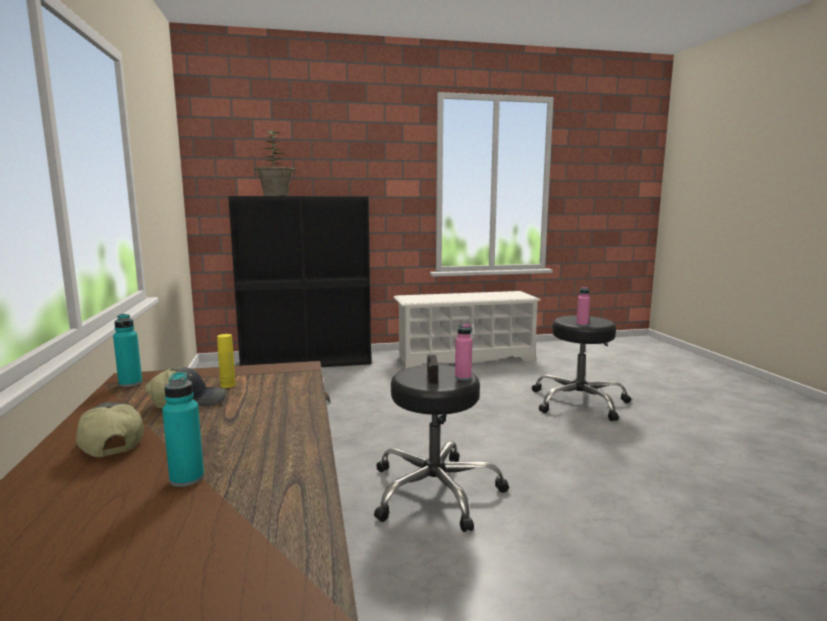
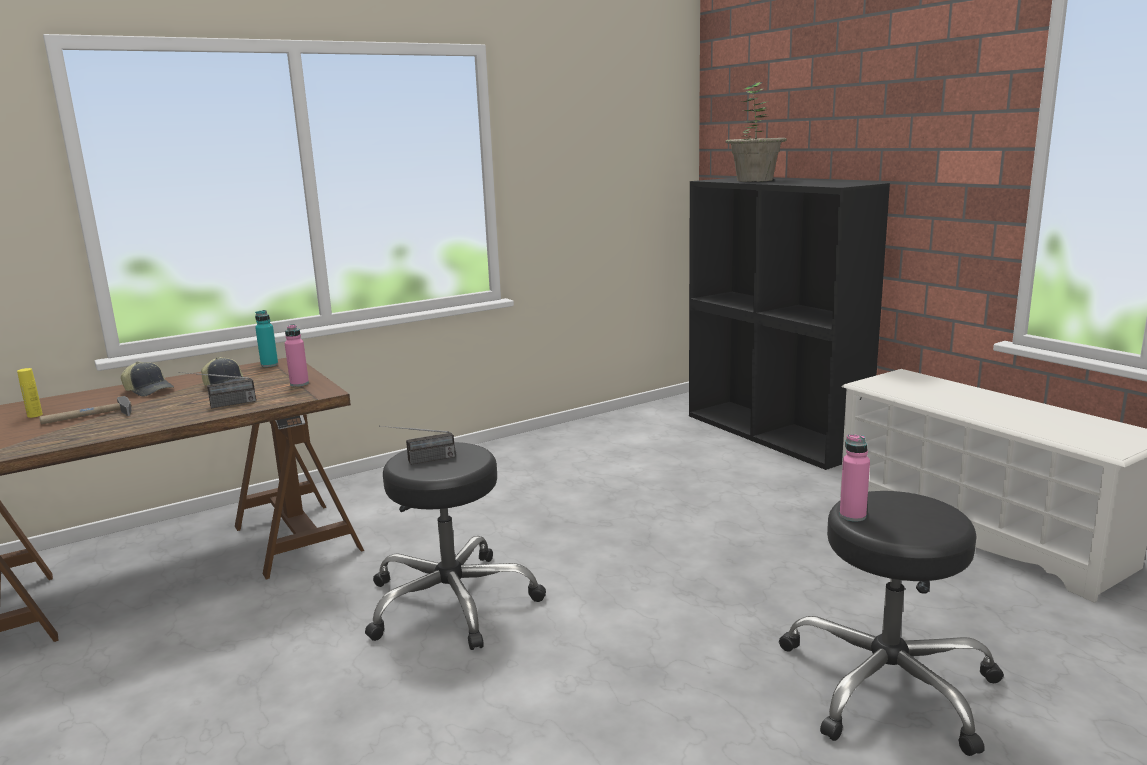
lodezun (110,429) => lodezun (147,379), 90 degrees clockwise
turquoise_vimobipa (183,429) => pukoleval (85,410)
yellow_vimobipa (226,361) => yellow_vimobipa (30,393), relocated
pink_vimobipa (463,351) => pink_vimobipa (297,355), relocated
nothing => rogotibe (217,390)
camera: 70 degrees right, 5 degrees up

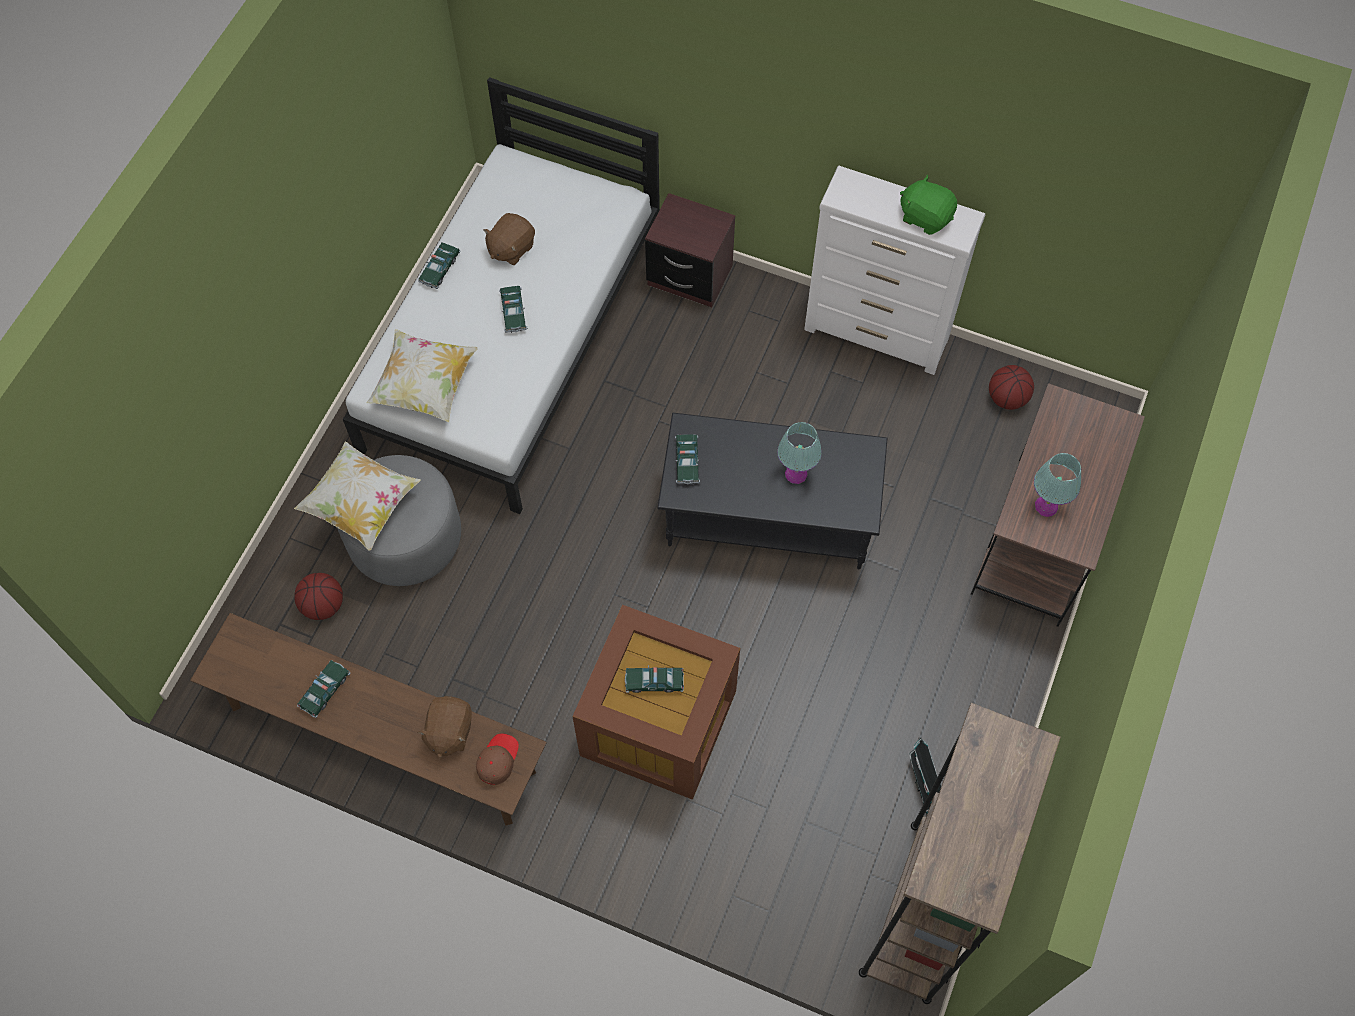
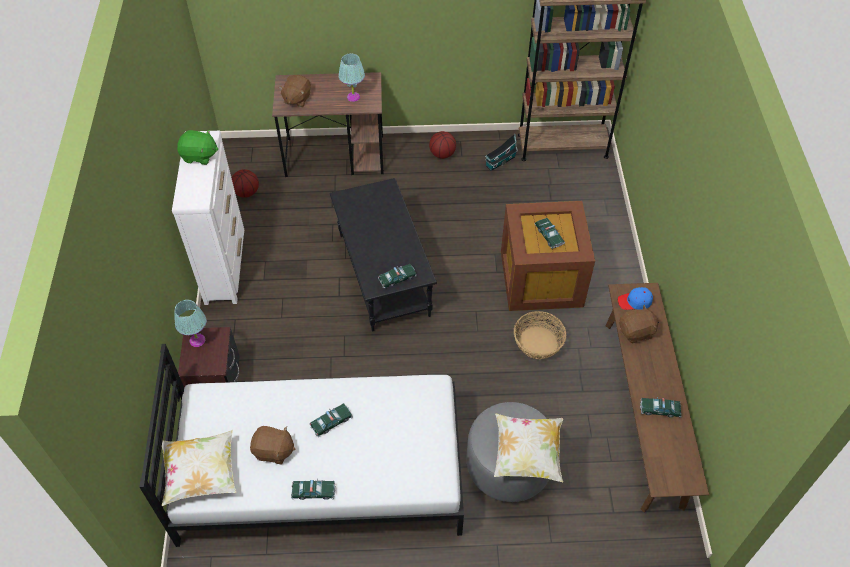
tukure (319,596) => tukure (442,145), relocated
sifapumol (422,375) => sifapumol (199,468), relocated
brown_lodezun (497,759) => blue_lodezun (635,298)
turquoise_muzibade (799,453) => turquoise_muzibade (190,323), relocated
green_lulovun (928,205) => green_lulovun (197,147), 90 degrees counterclockwise
nothing => brown_lulovun (295,91)
nothing => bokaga (540,335)
camera: 115 degrees left, 10 degrees down

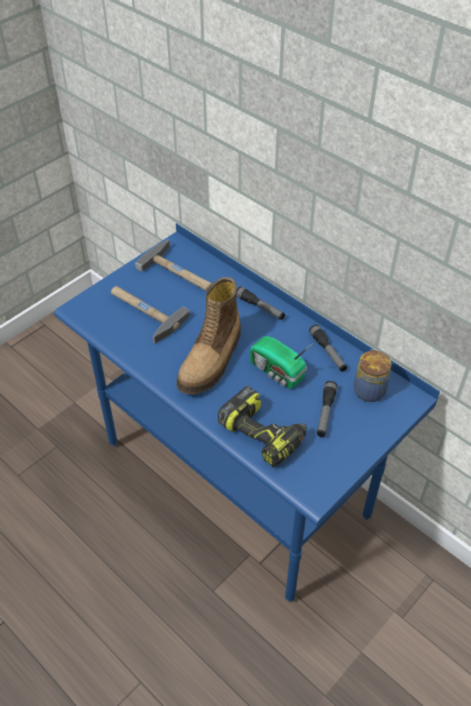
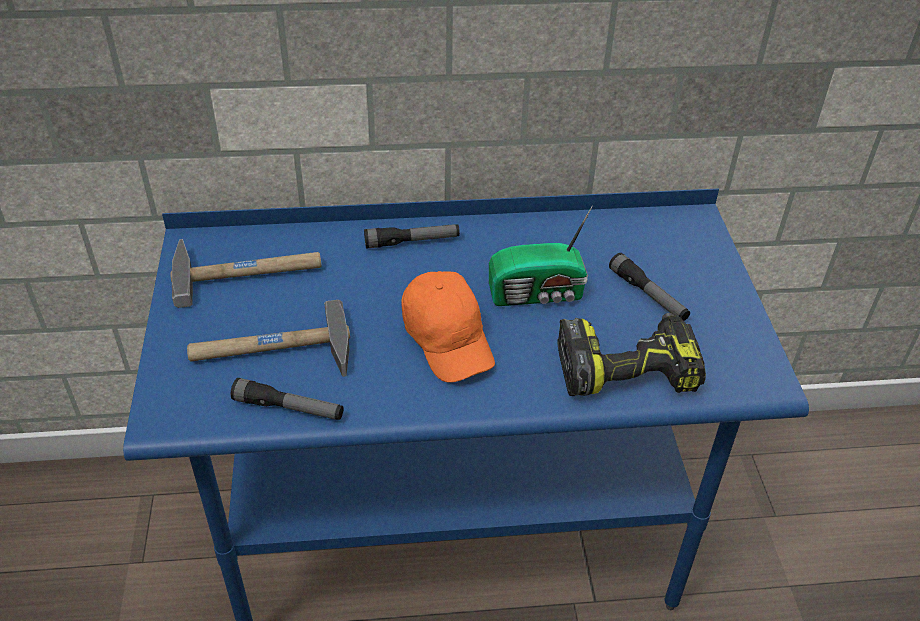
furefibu (208,335) => orange_lodezun (448,327)
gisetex (328,348) => gisetex (287,399), relocated
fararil (372,375) => nothing
camera: 50 degrees left, 5 degrees down

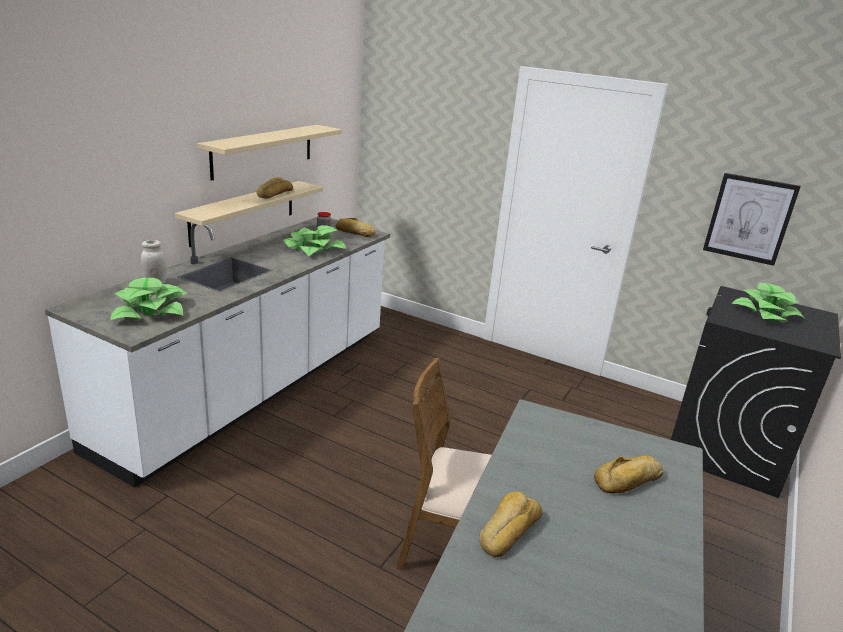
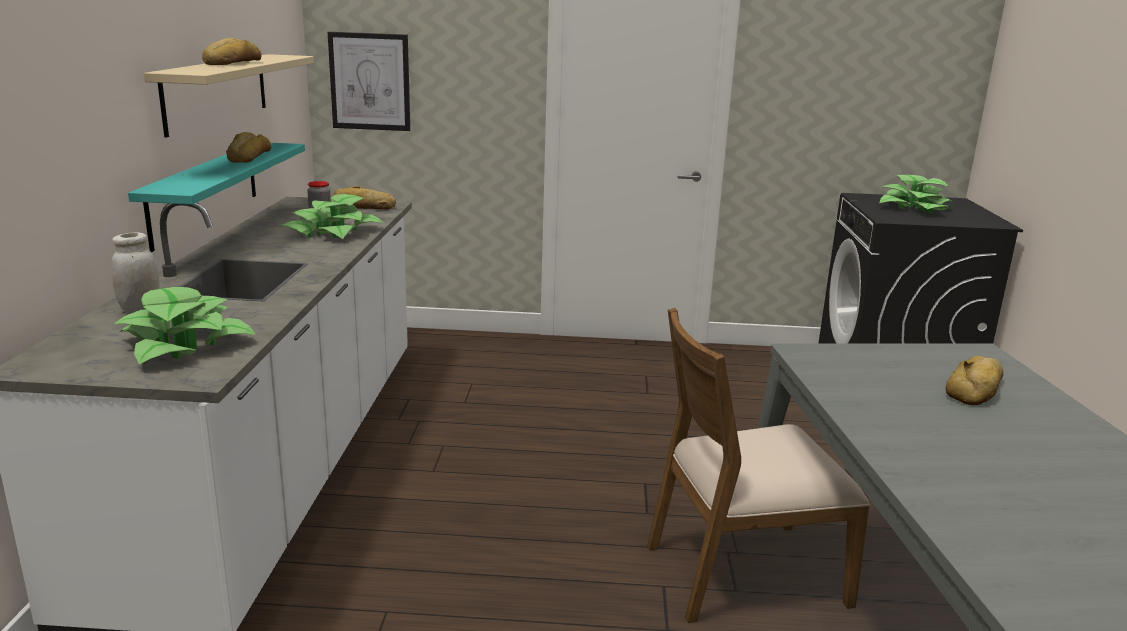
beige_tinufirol (249,214) => turquoise_tinufirol (216,197)
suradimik (511,524) => suradimik (231,51), relocated
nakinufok (752,219) => nakinufok (369,81), relocated
camera: 25 degrees left, 5 degrees down

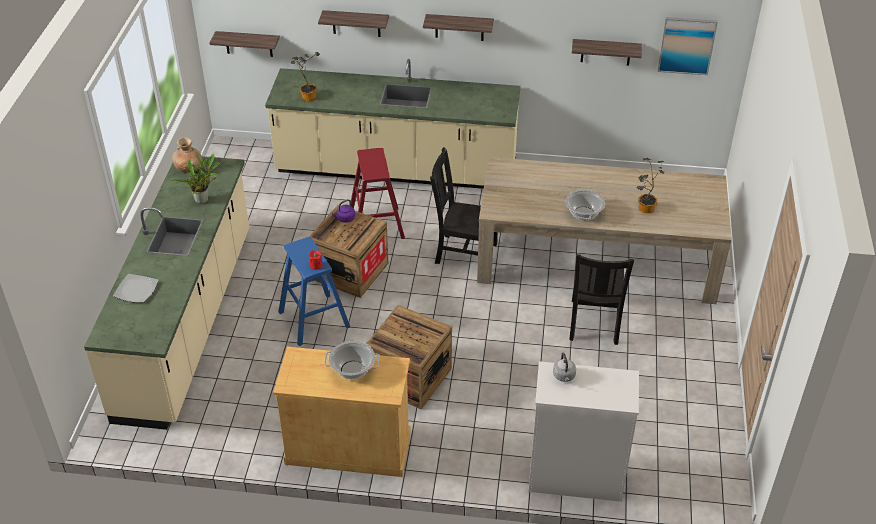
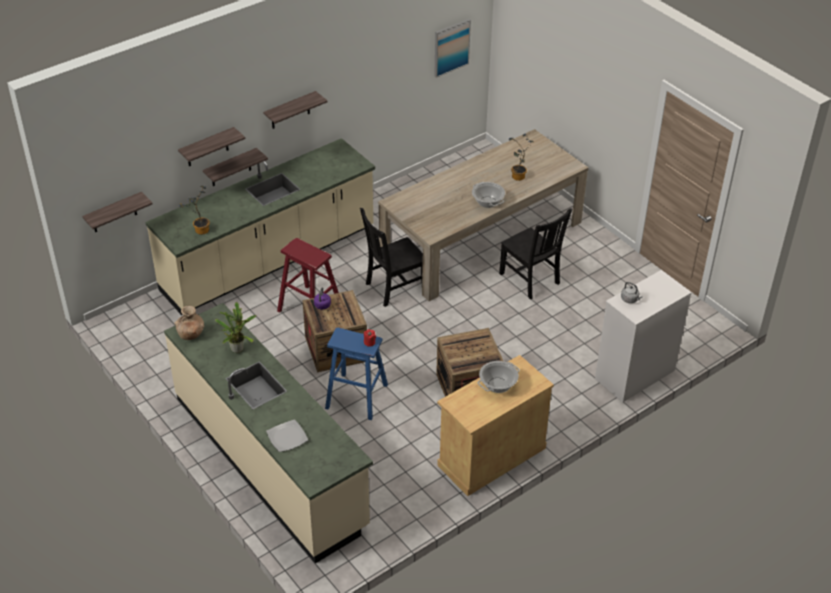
tinufirol (607,52) => tinufirol (235,167), relocated
camera: 45 degrees left, 0 degrees up

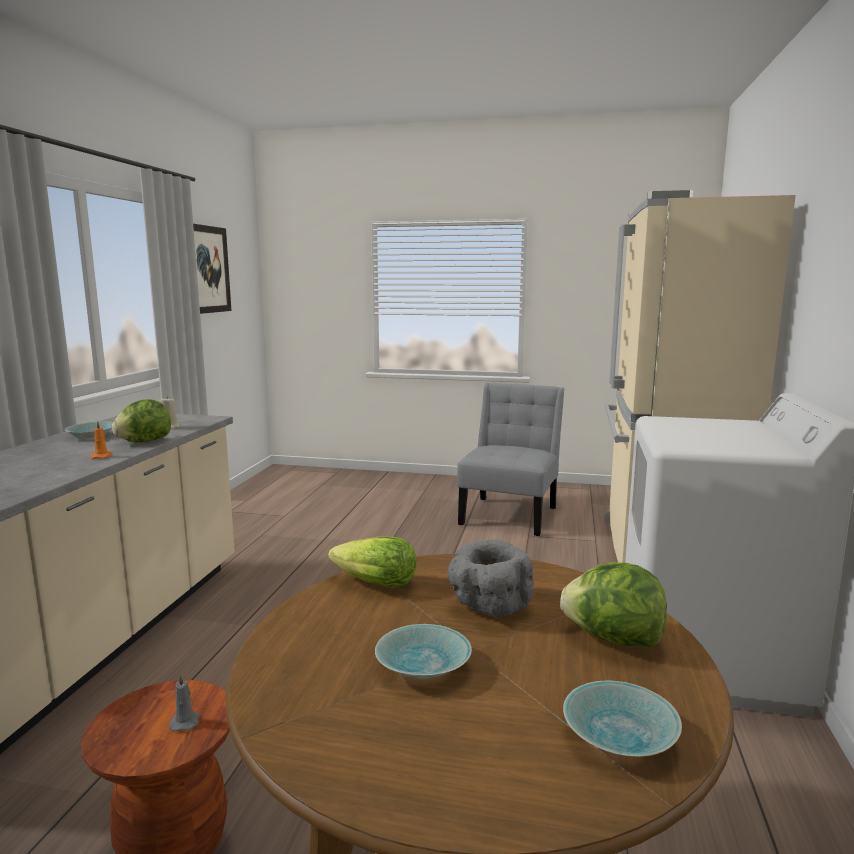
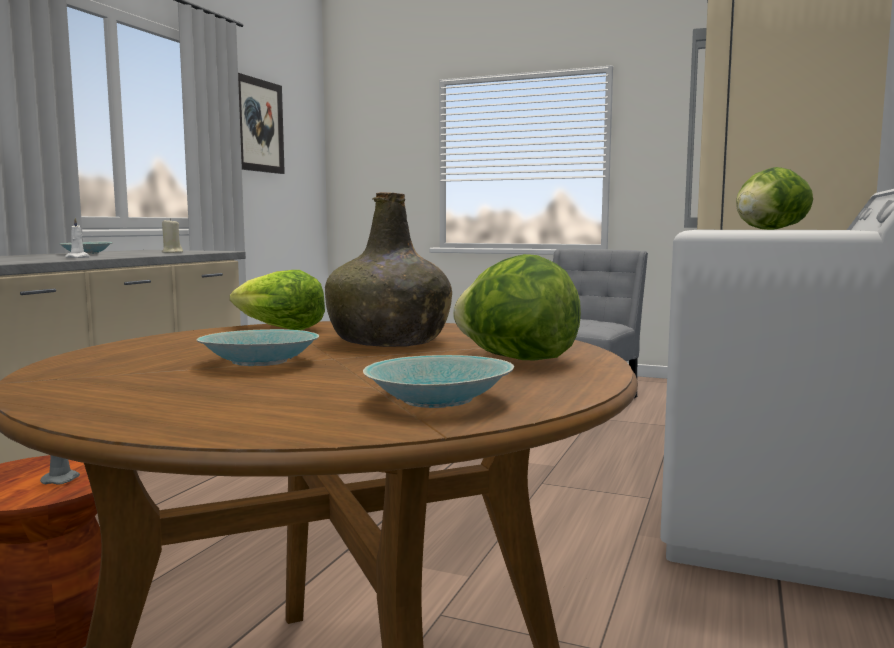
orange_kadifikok (101,440) => white_kadifikok (77,238)
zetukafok (141,420) => zetukafok (774,198), relocated
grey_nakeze (490,578) => green_vimobipa (388,269)
camera: 10 degrees right, 5 degrees down

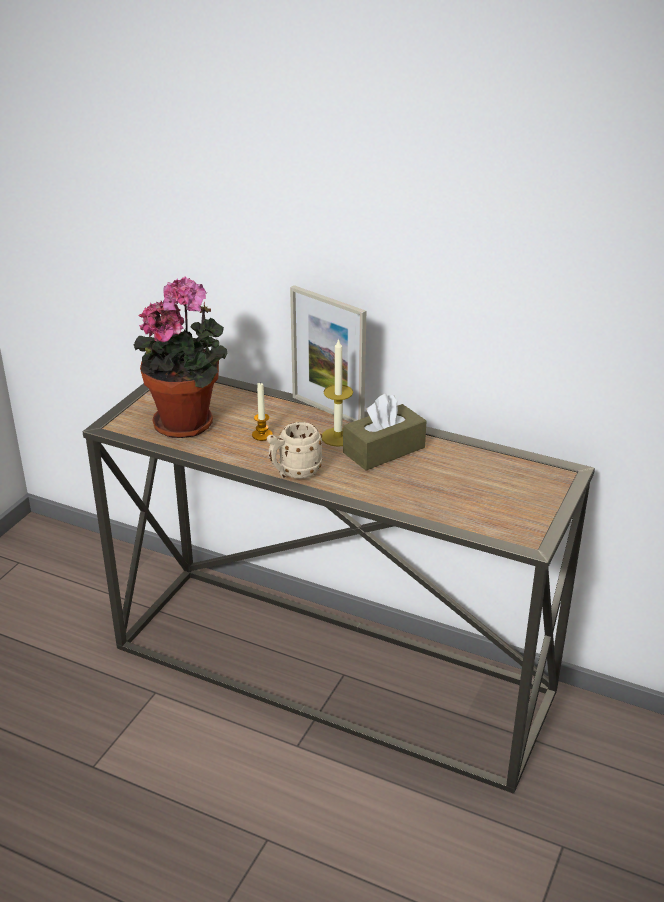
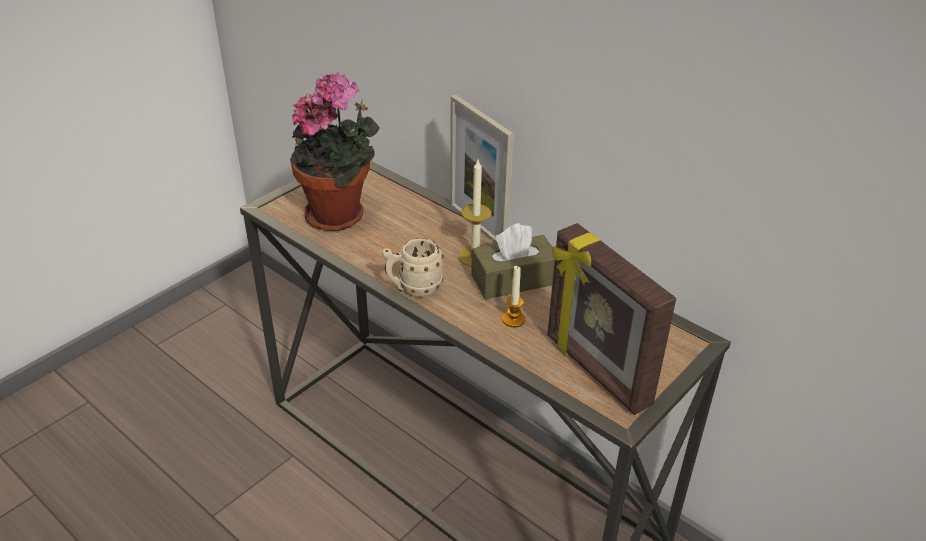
kadifikok (262,412) => kadifikok (513,296), relocated
nothing => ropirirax (611,319)
camera: 15 degrees right, 5 degrees up

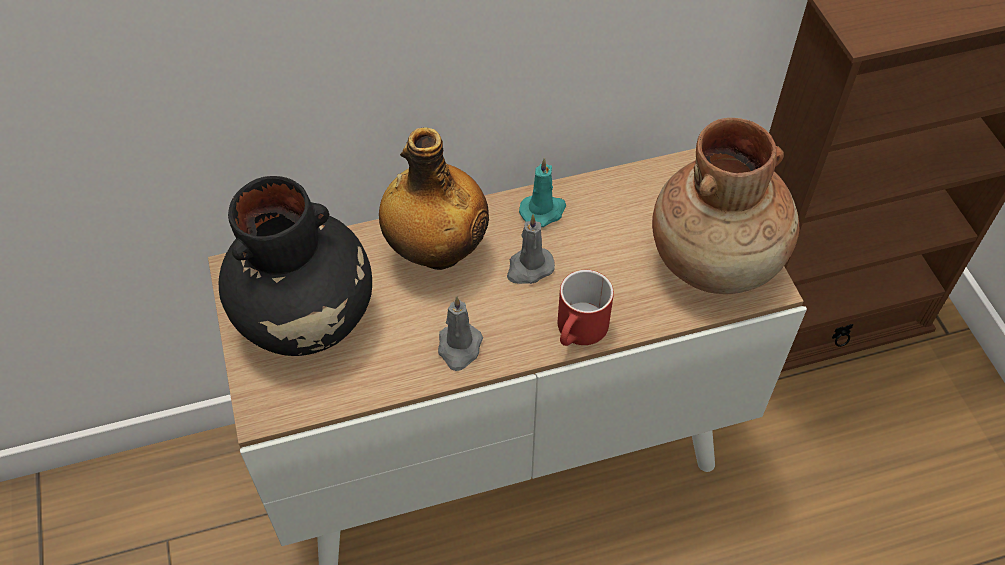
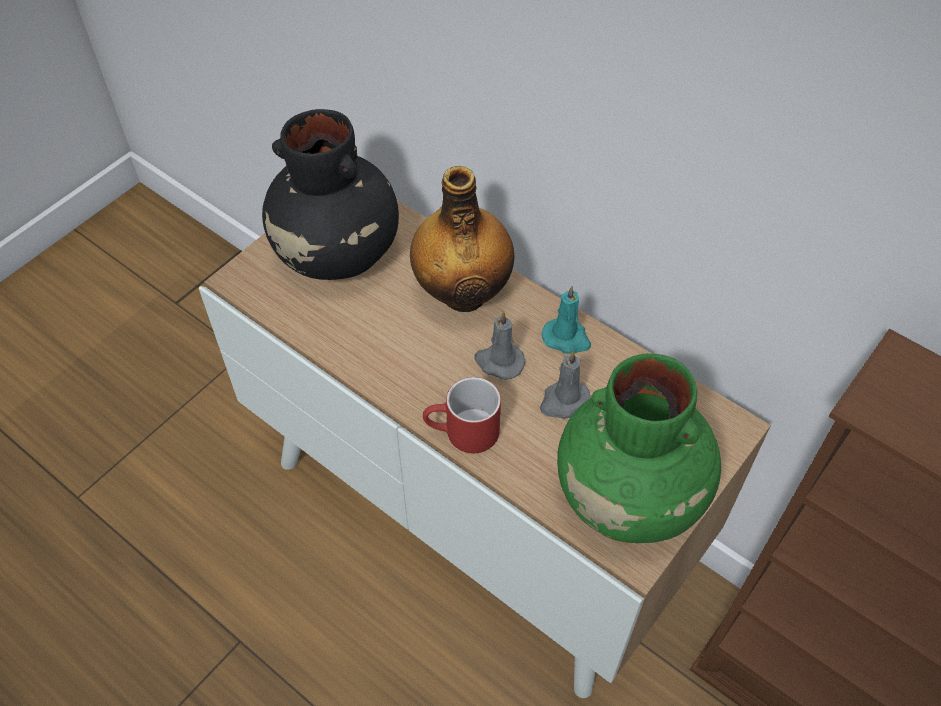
grey_kadifikok (460,333) => grey_kadifikok (565,385), relocated
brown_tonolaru (725,206) => green_tonolaru (639,448)
camera: 55 degrees right, 0 degrees up

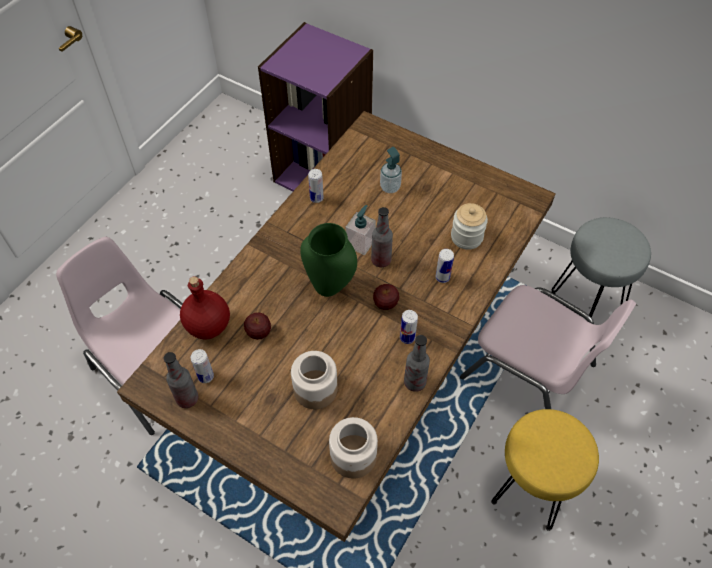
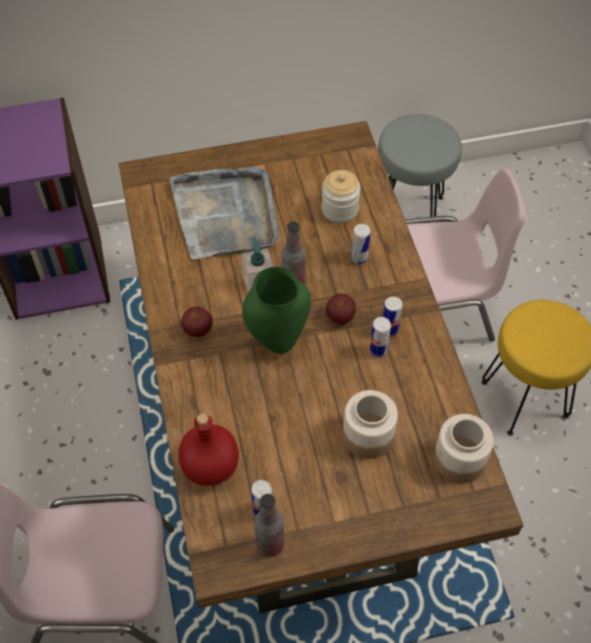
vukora (257,326) => vukora (197,322), relocated
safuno (316,186) => safuno (380,337), relocated
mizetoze (391,170) => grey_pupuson (224,213)
vimobipa (417,363) => nothing
camera: 45 degrees left, 0 degrees up

